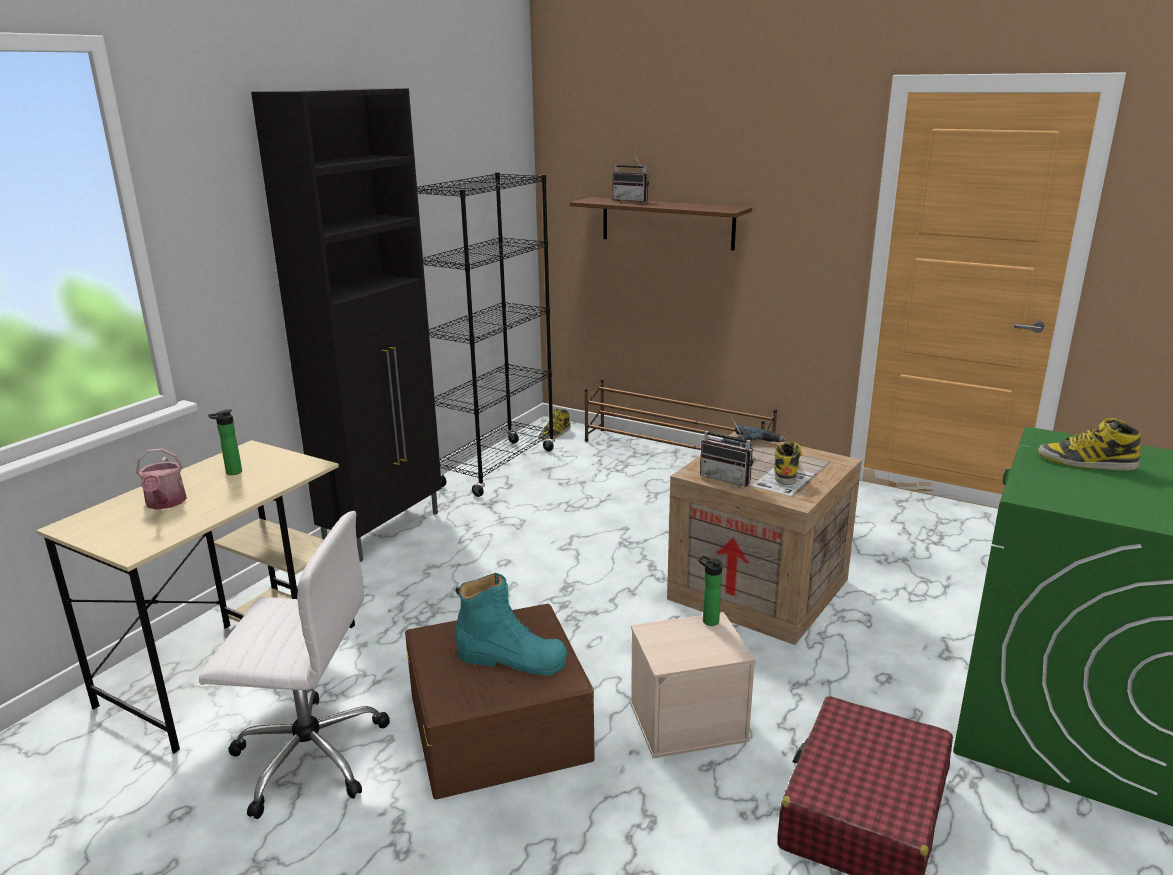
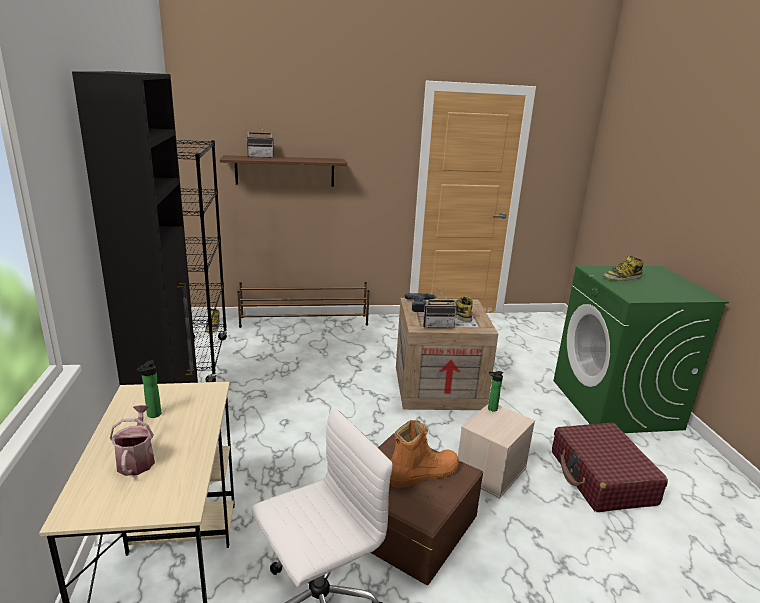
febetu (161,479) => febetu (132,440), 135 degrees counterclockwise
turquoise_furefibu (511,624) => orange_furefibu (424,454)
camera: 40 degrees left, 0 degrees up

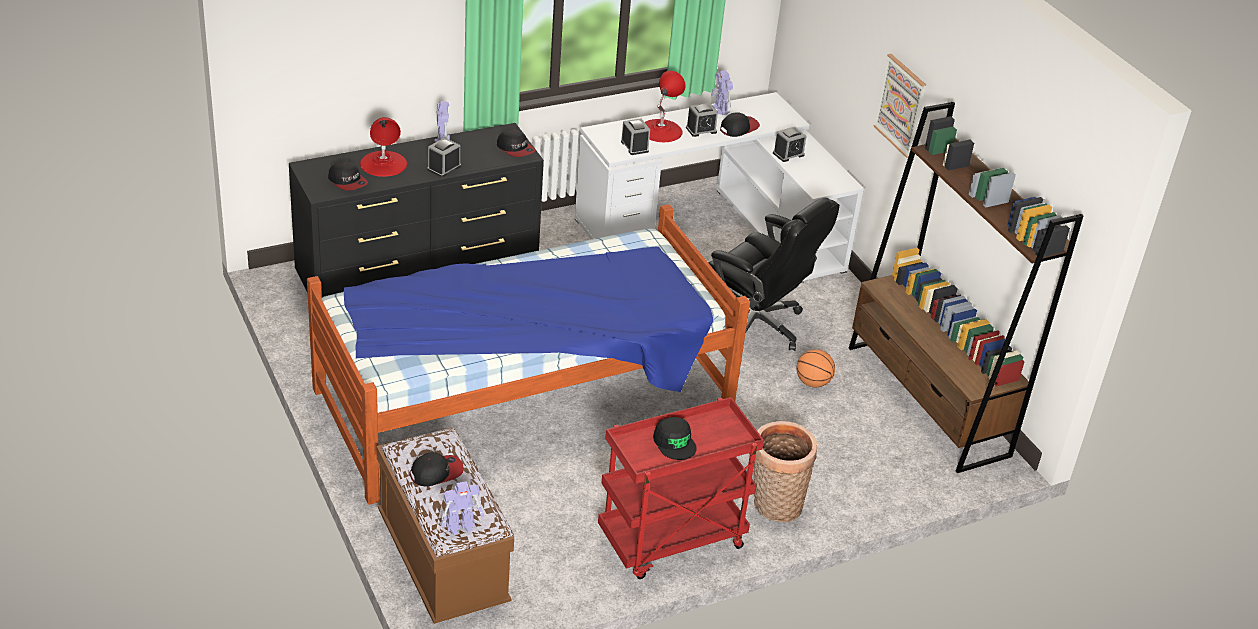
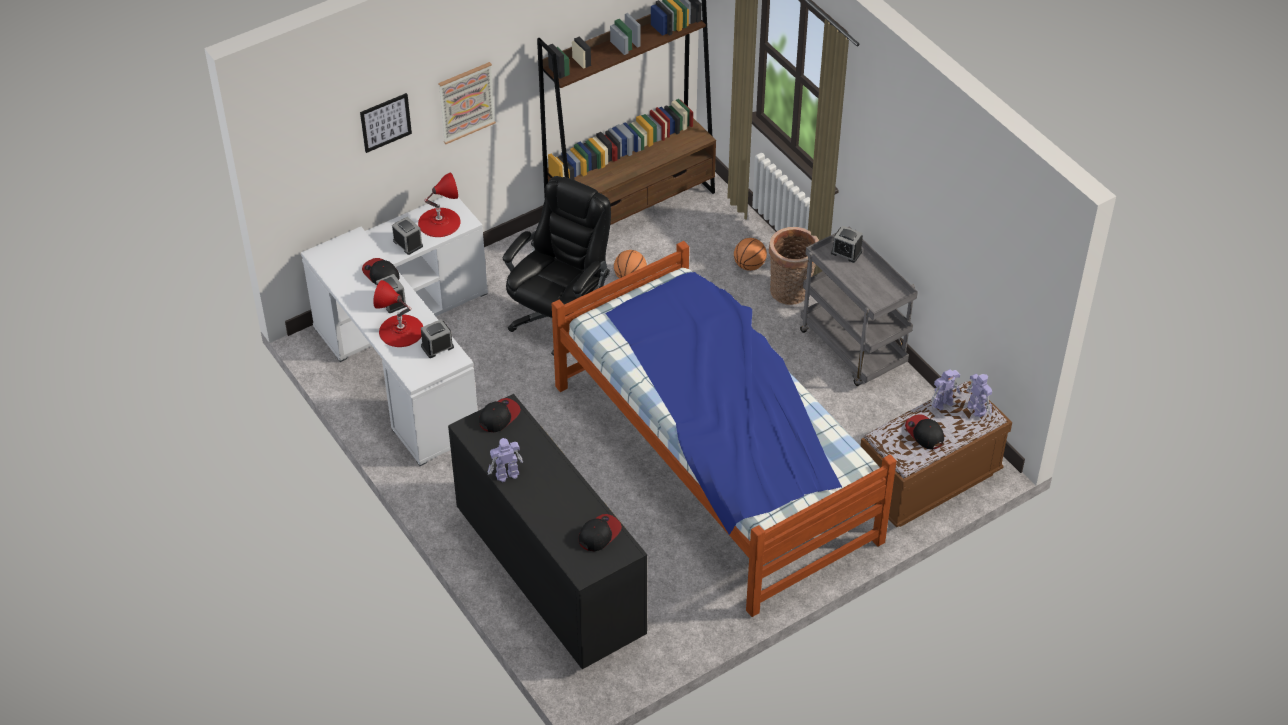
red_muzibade (383,147) => red_muzibade (439,204), relocated
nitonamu (444,157) => nitonamu (847,244), relocated
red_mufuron (681,488) => grey_mufuron (859,306)
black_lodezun (675,438) => nothing
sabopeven (722,92) => sabopeven (945,389), relocated
nothing => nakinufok (386,123)
nothing => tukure (750,254)
camera: 95 degrees left, 10 degrees up

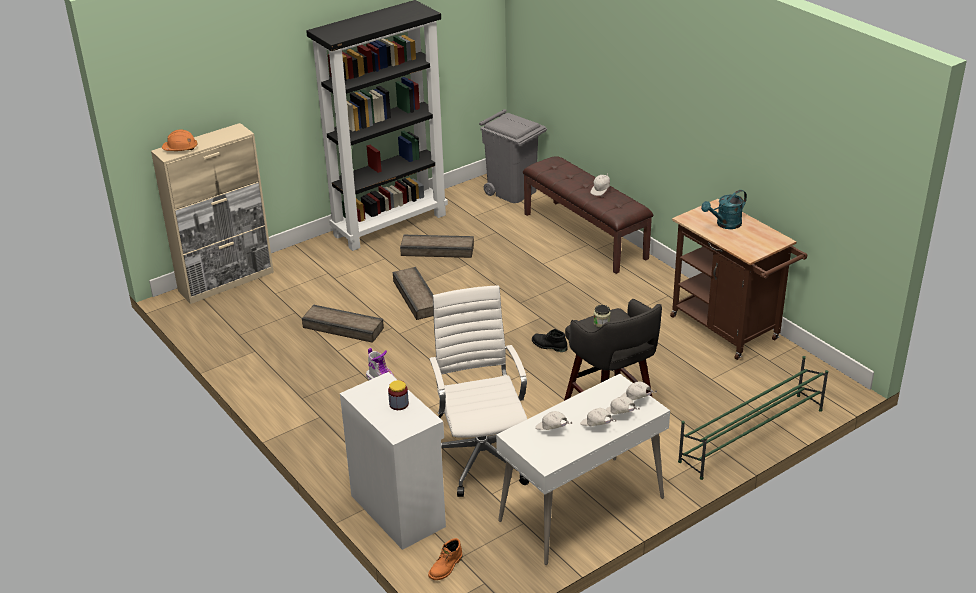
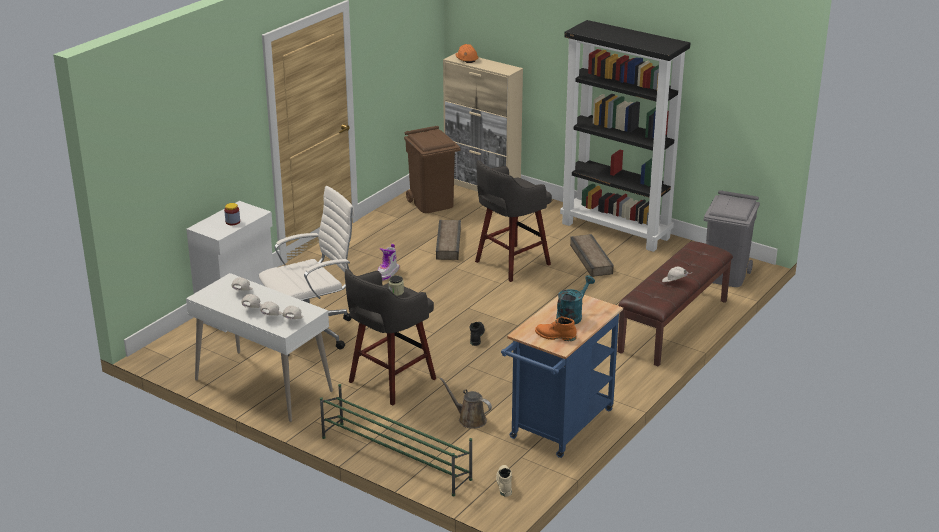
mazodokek (413,293) => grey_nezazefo (513,221)
orange_furefibu (445,559) => orange_furefibu (556,328), relocated
brown_mufuron (738,279) => blue_mufuron (562,376)
turquoise_febetu (724,209) => turquoise_febetu (575,300), 90 degrees clockwise
nothing => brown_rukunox (432,169)
nothing => brown_febetu (466,403)
nothing => beige_furefibu (504,481)
camera: 70 degrees right, 5 degrees down

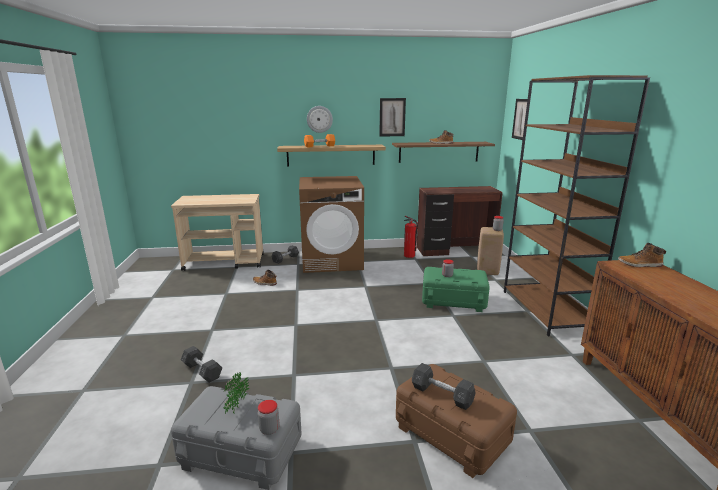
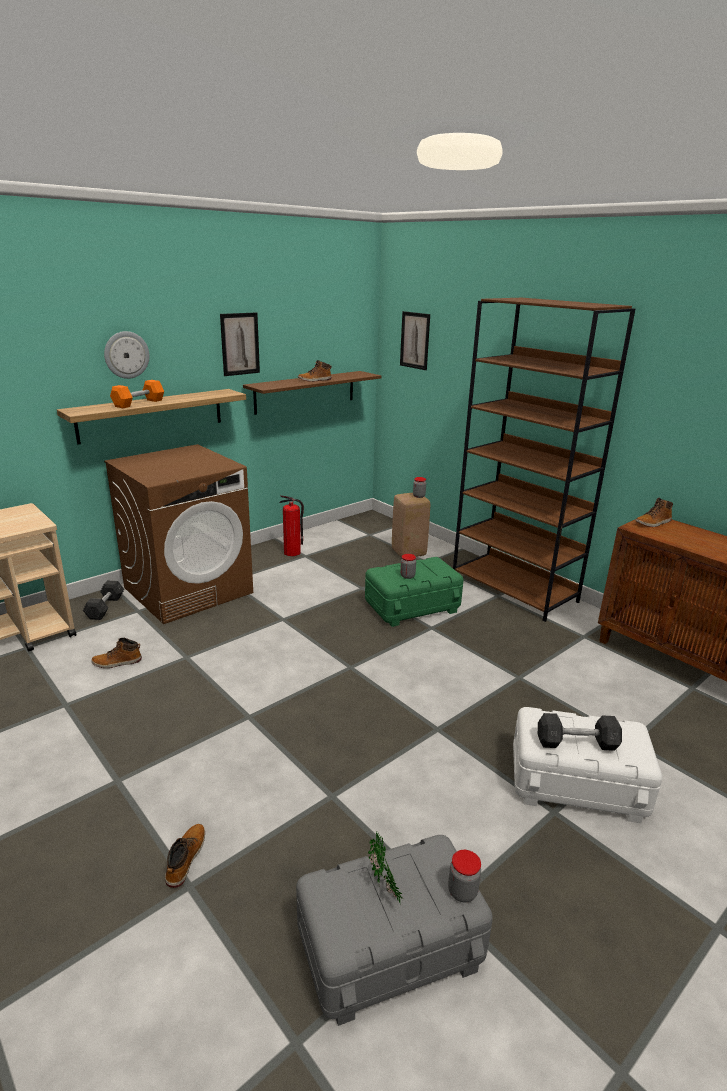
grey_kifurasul (201,364) => furefibu (185,856)
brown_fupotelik (456,421) => white_fupotelik (587,765)
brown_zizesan (459,221) => nothing
camera: 35 degrees left, 5 degrees up

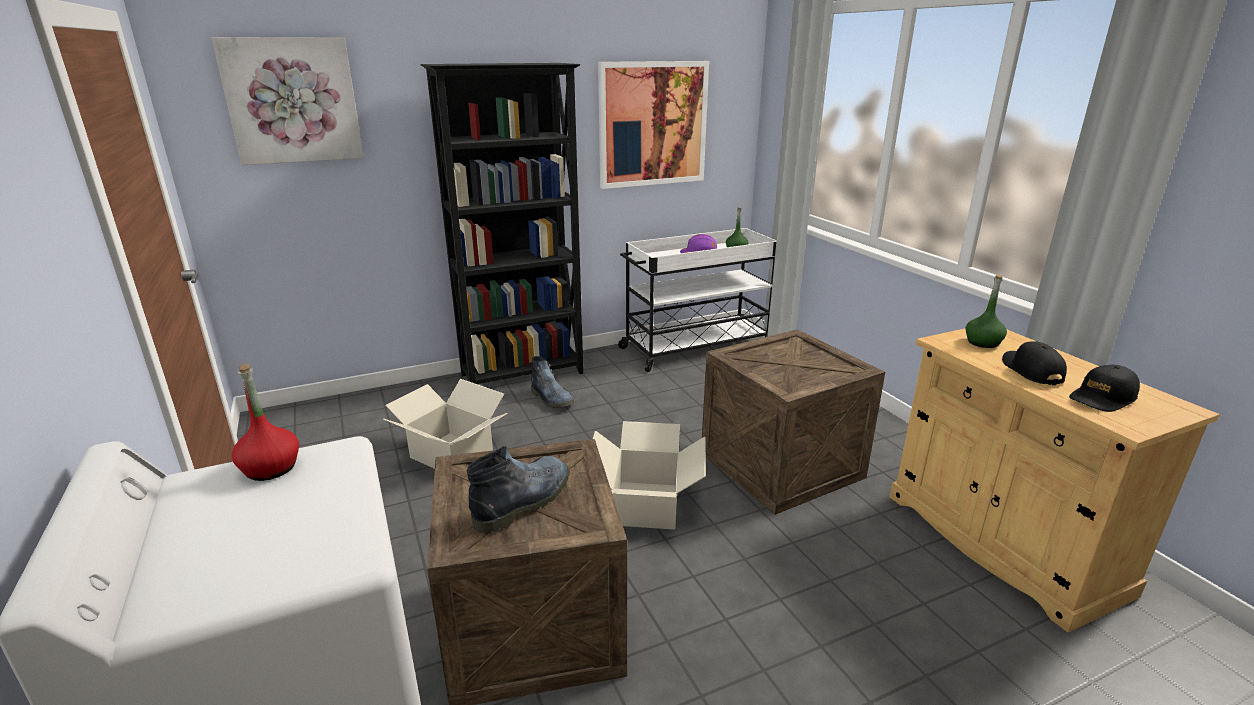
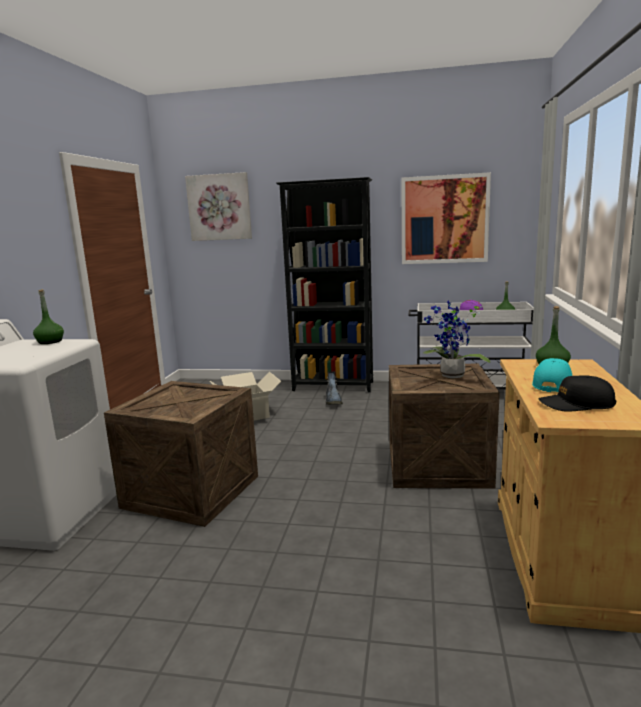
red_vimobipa (265,422) => green_vimobipa (48,316)
furefibu (518,490) => nothing
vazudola (649,475) => nothing
black_lodezun (1034,363) => turquoise_lodezun (552,375)
nothing => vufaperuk (456,339)
camera: 35 degrees right, 10 degrees down

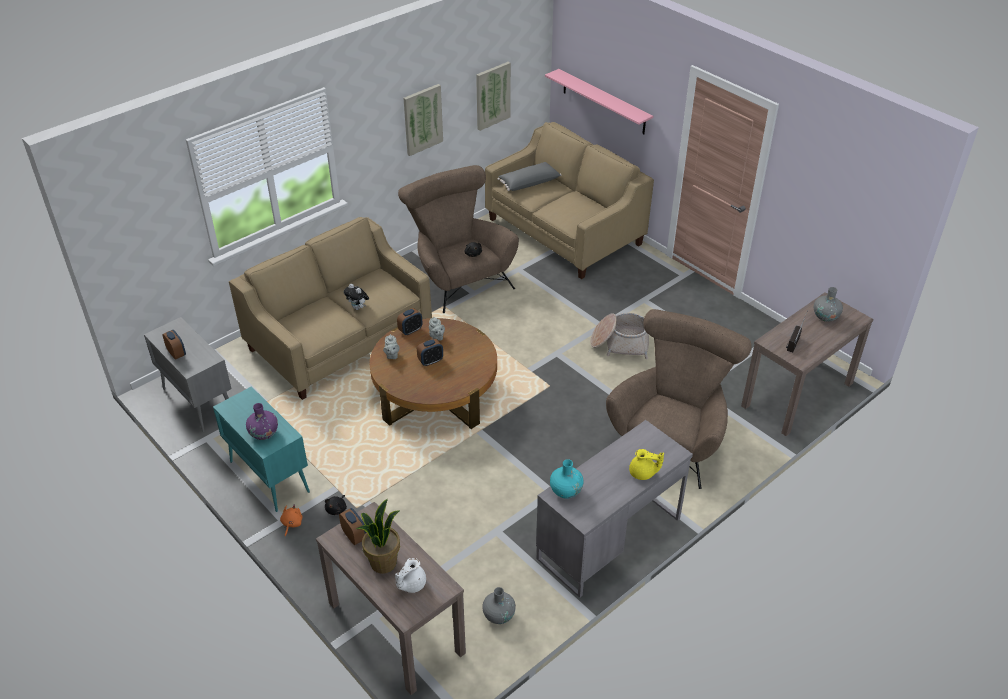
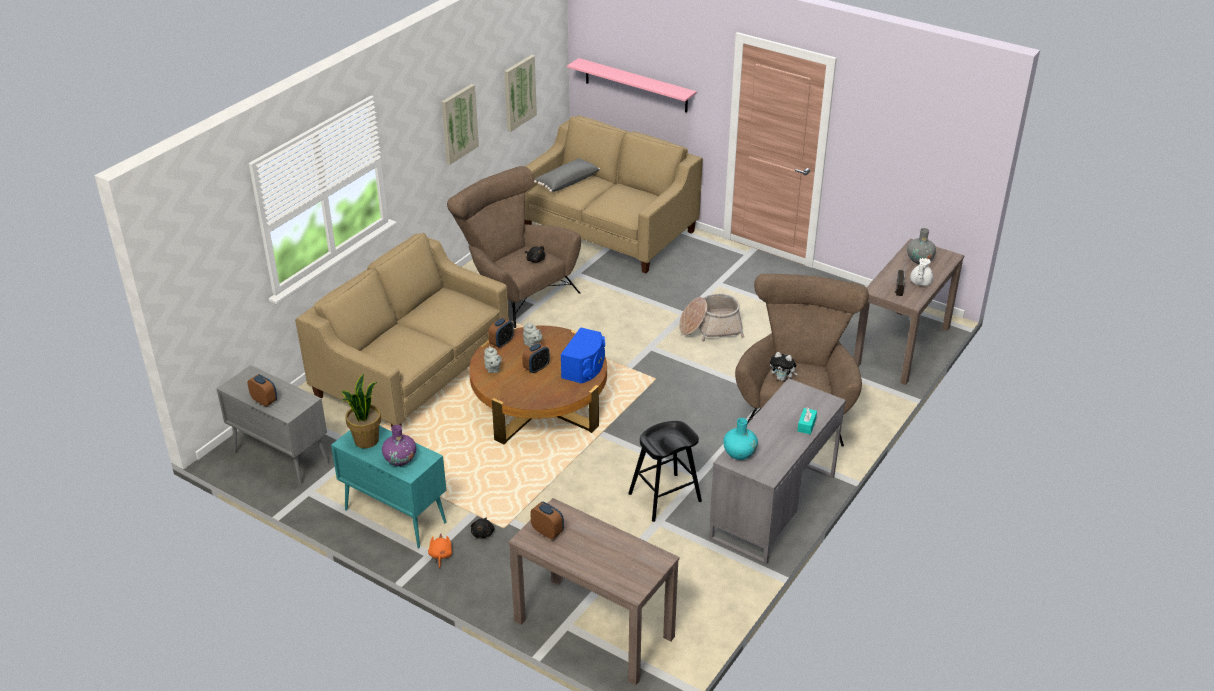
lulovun (356,297) => lulovun (784,366), relocated
vufaperuk (378,536) => vufaperuk (361,411), relocated
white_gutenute (410,575) => white_gutenute (921,272), relocated
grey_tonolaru (499,605) => nothing
yellow_gutenute (646,464) => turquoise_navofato (807,420)
nothing => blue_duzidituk (583,355)
nothing => black_nezazefo (665,471)
camera: 15 degrees left, 5 degrees down

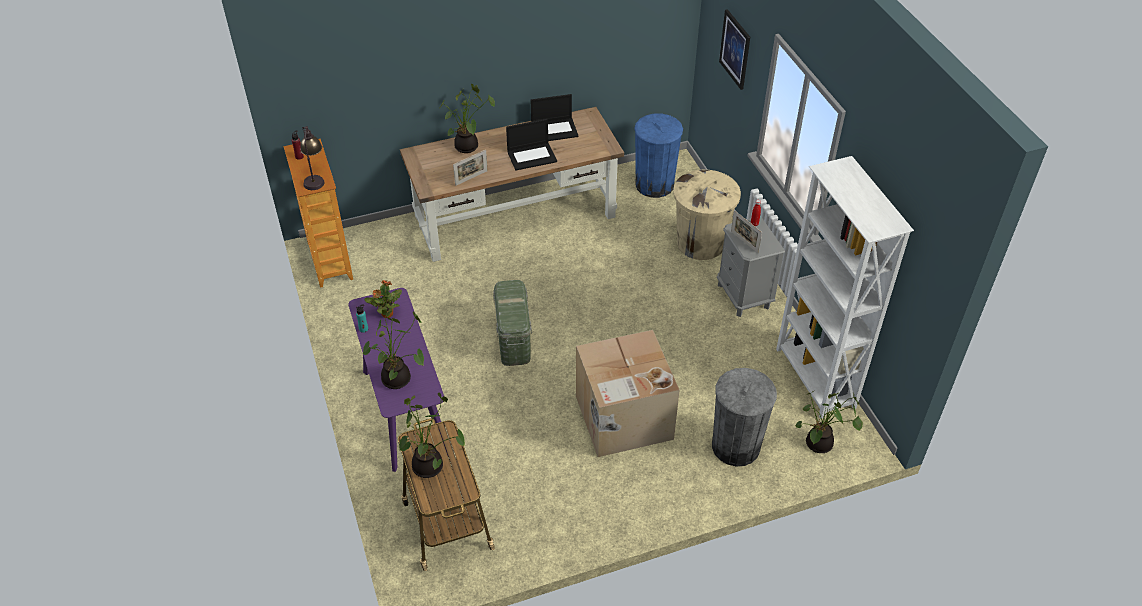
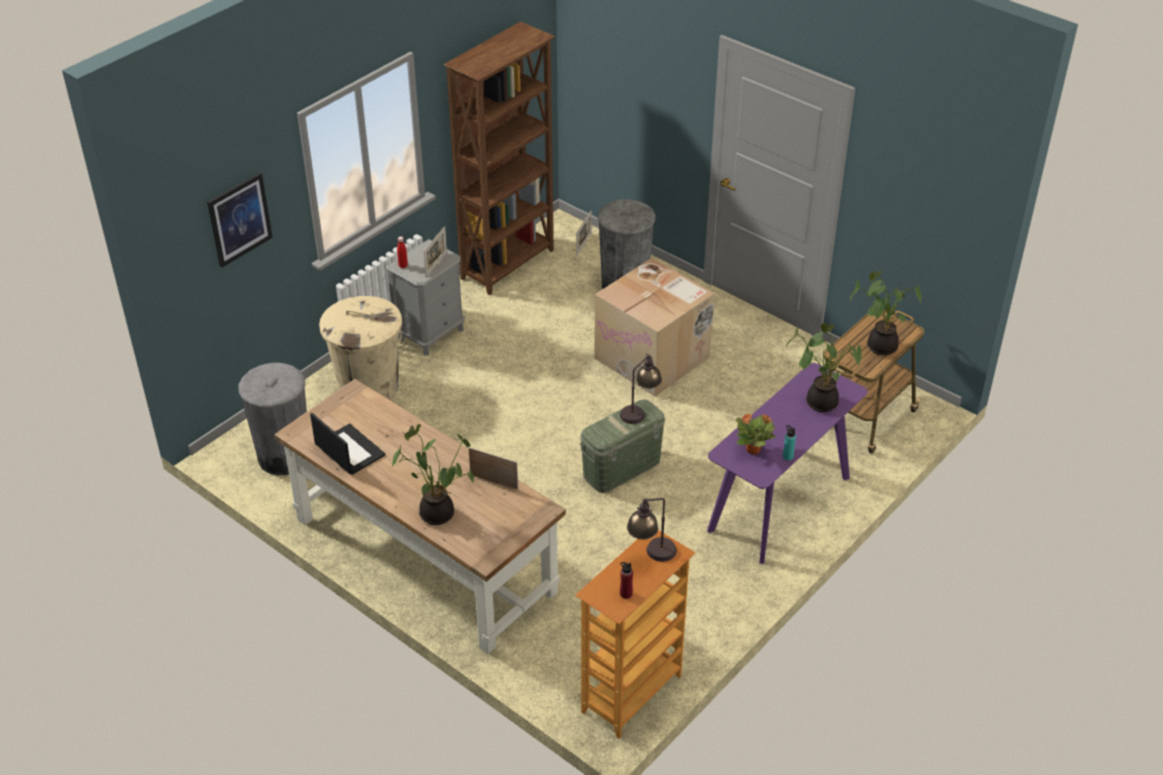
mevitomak (531,145) => nothing
blue_rukunox (658,156) => grey_rukunox (273,419)
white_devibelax (845,287) => brown_devibelax (499,158)
vufaperuk (829,422) => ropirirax (584,233)
nothing => muzibade (641,388)
camera: 120 degrees left, 5 degrees down

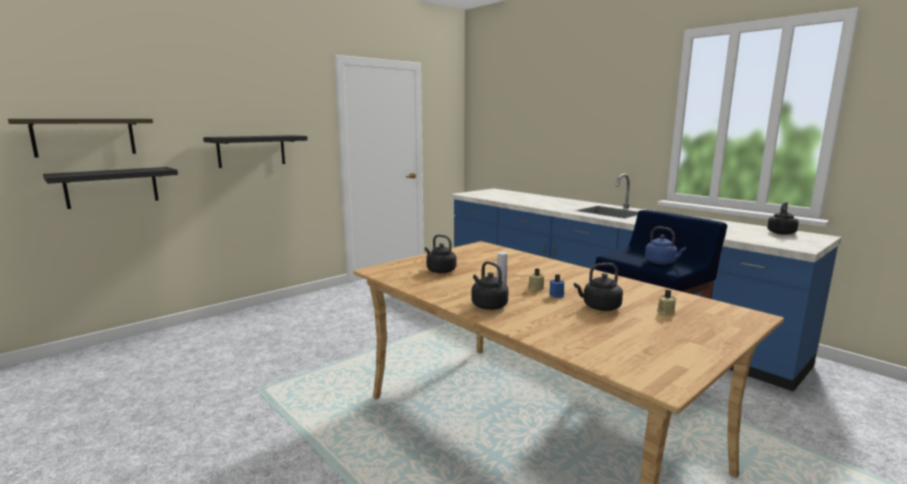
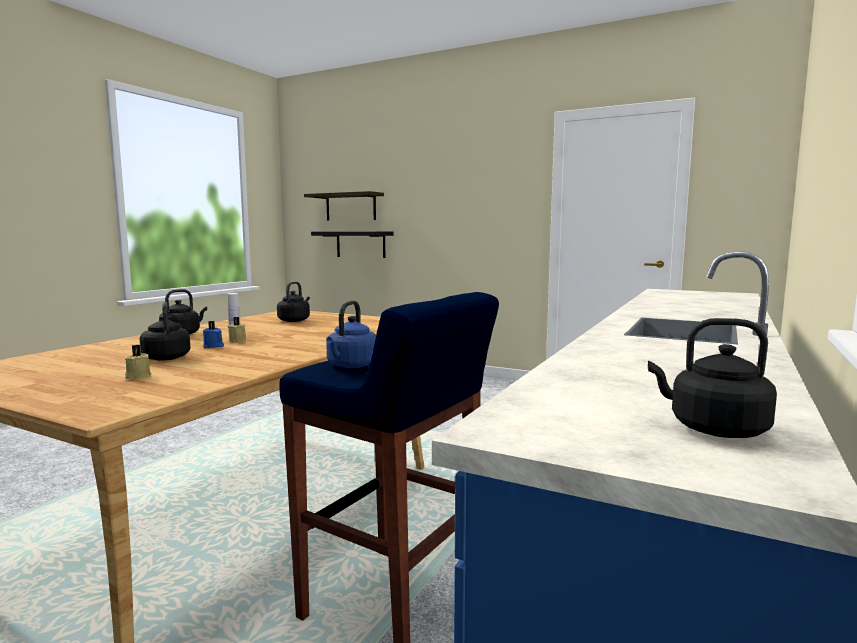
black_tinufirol (255,151) => nothing
camera: 70 degrees right, 5 degrees down

